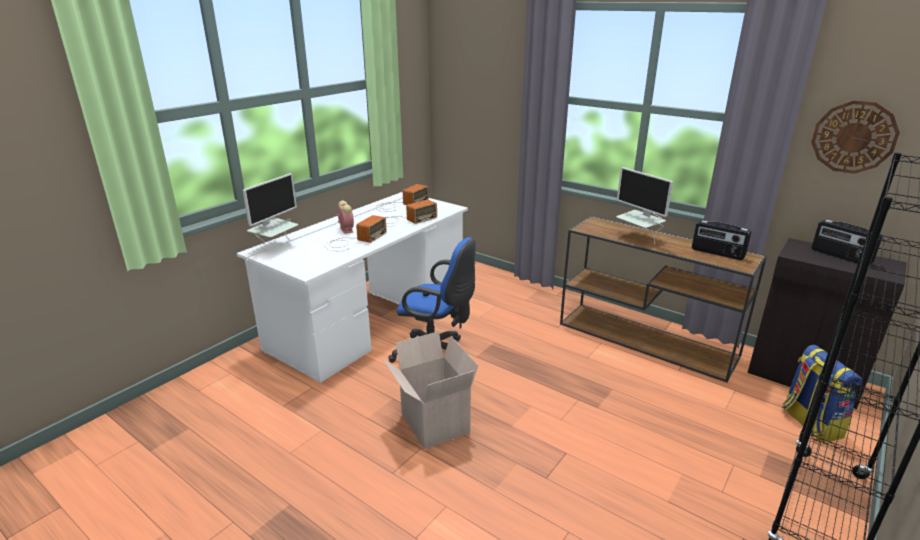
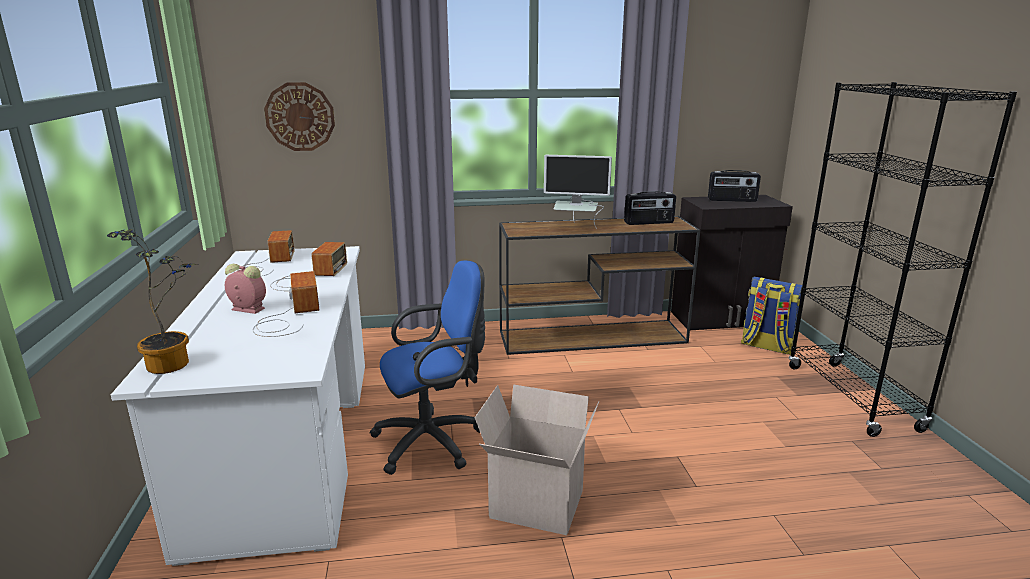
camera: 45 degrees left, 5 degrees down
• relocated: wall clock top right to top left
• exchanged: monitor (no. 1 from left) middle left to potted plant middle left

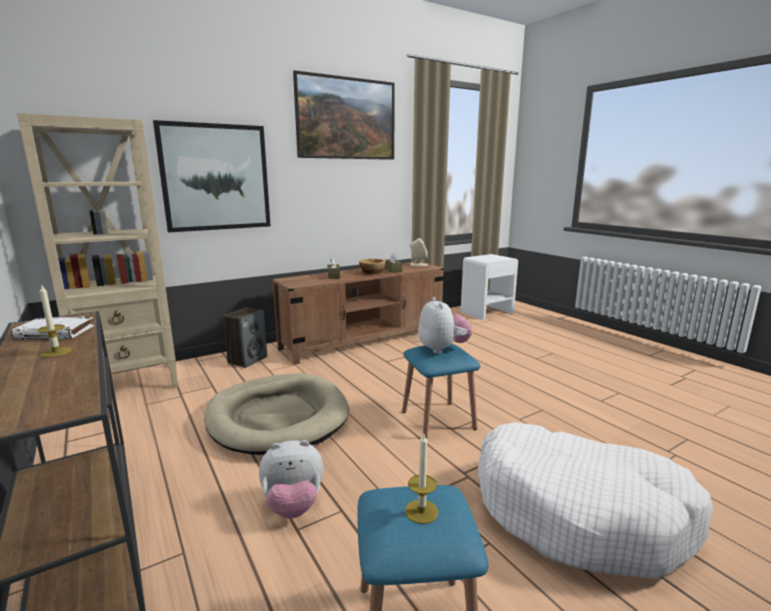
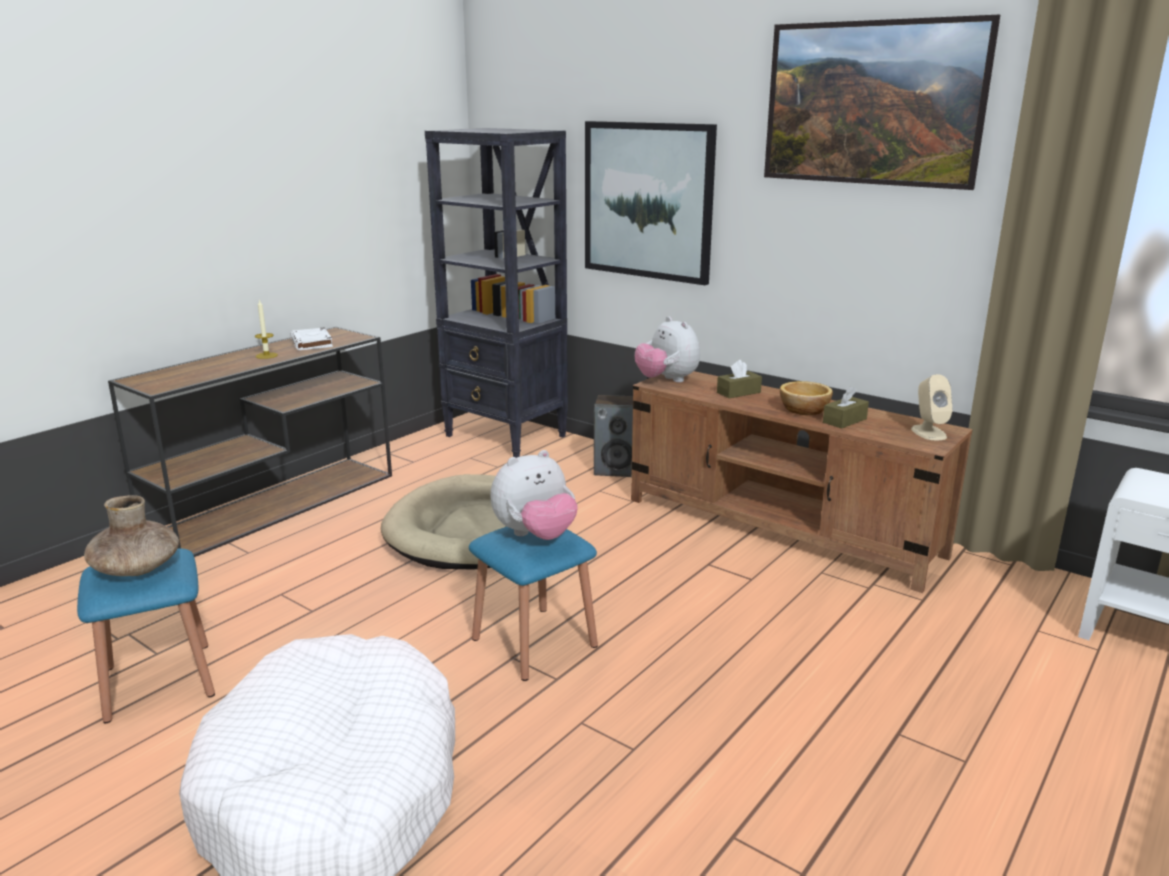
camera: 70 degrees right, 5 degrees up
• relocated: plush toy (no. 1 from left in the first image) bottom centre to plush toy (no. 2 from left) centre
• exchanged: candle (no. 2 from left) bottom centre to brown vase middle left
• colour: beige bookcase middle left to black bookcase centre

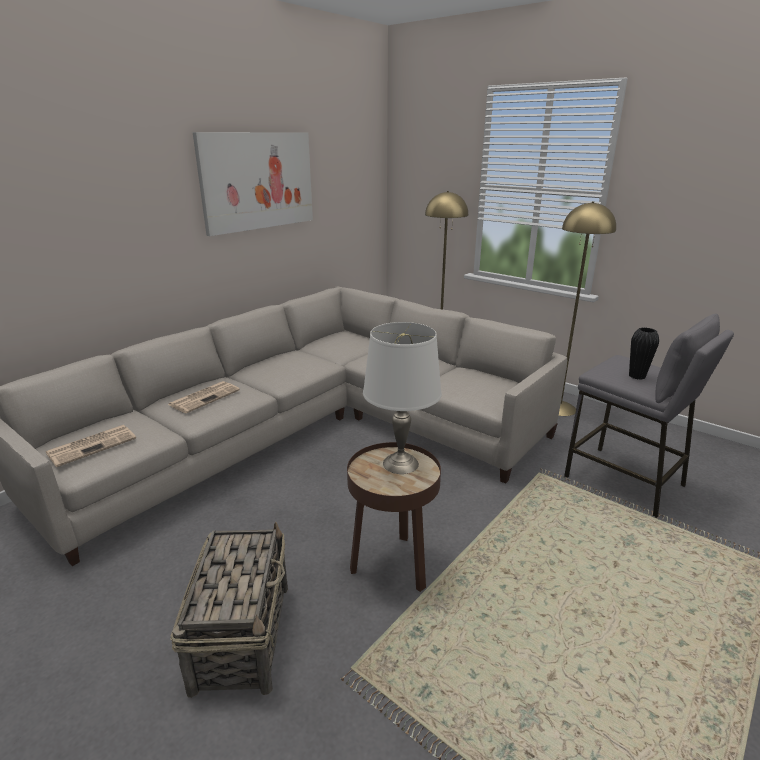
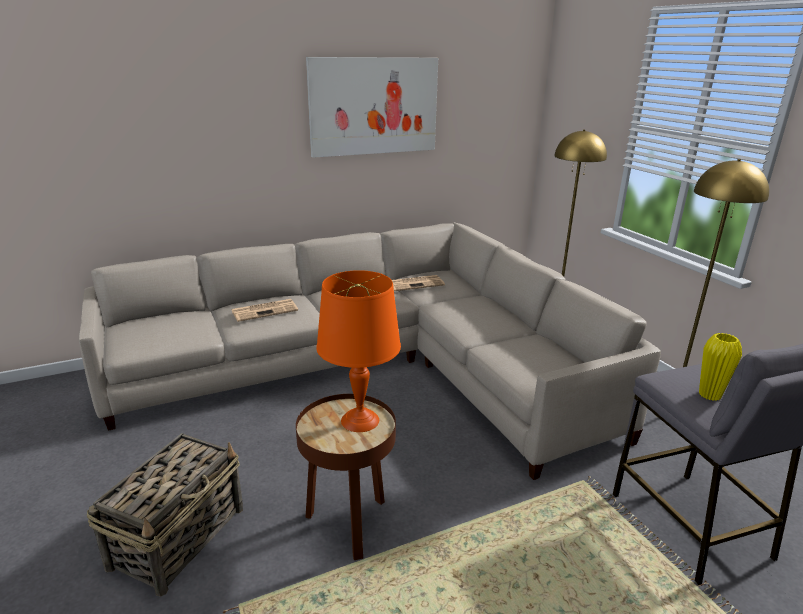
camera: 25 degrees right, 0 degrees up
• relocated: newspaper (no. 1 from left in the first image) middle left to newspaper (no. 2 from left) centre
• colour: white table lamp centre to orange table lamp centre
• colour: black vase middle right to yellow vase middle right

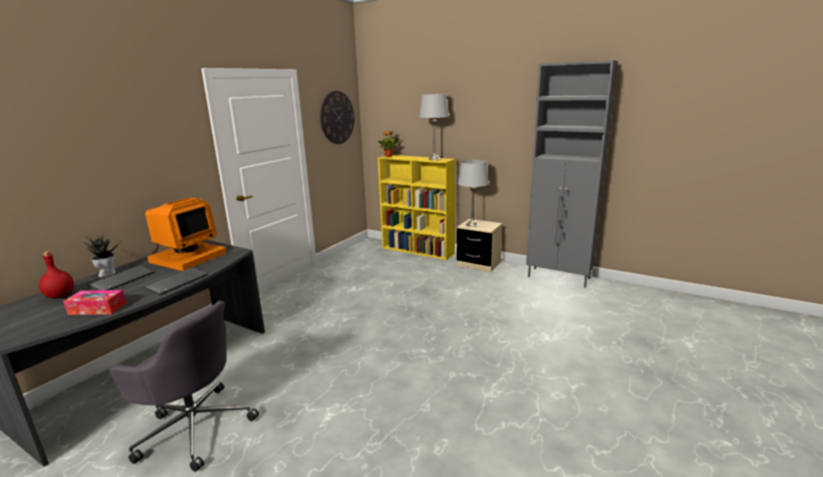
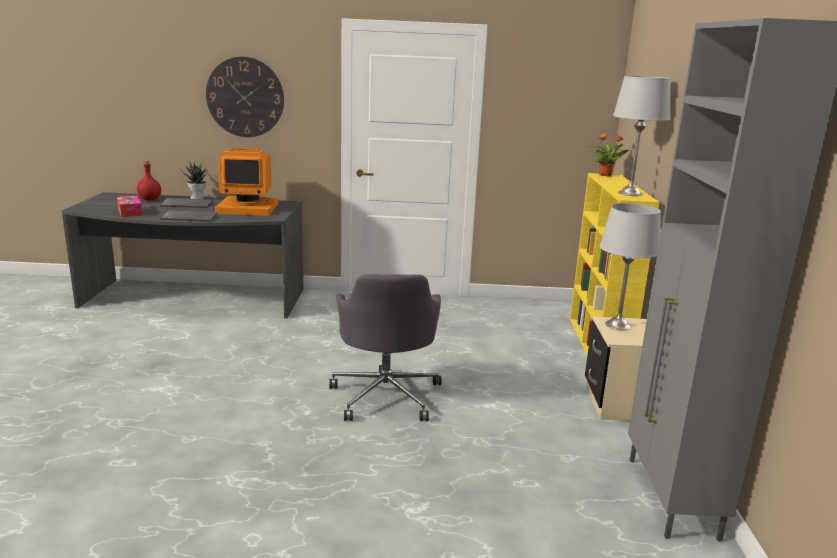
camera: 60 degrees right, 0 degrees up
• relocated: grey office chair bottom left to centre
• relocated: wall clock top centre to top left

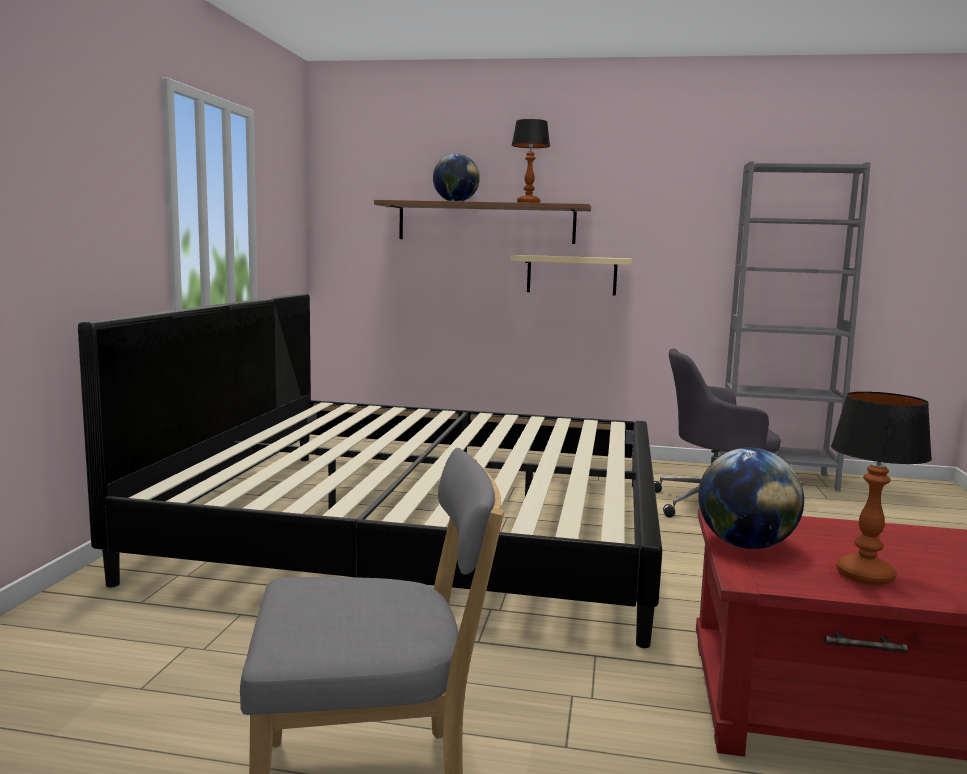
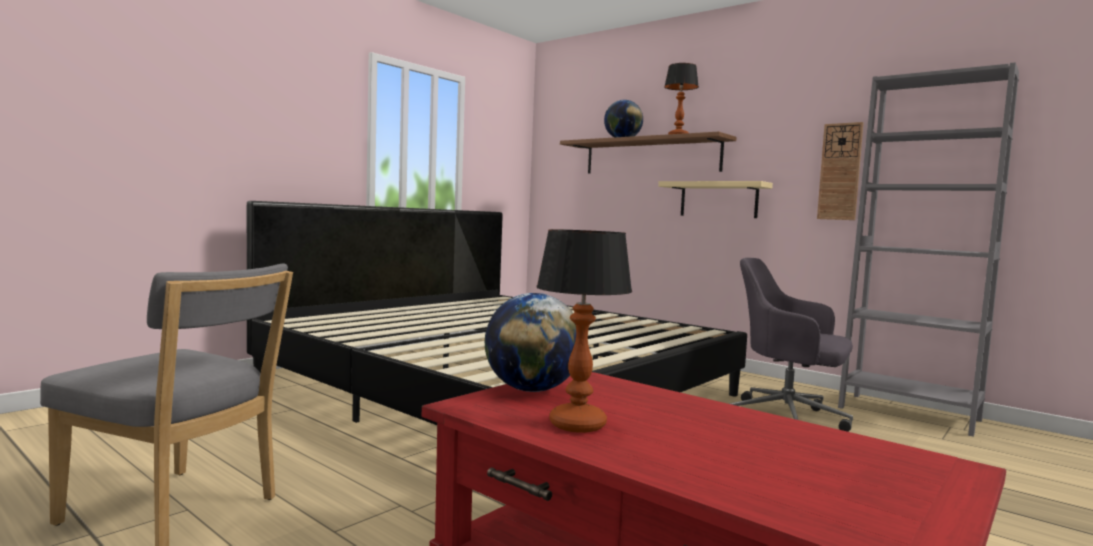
camera: 30 degrees right, 5 degrees down
• appeared: wall clock top right

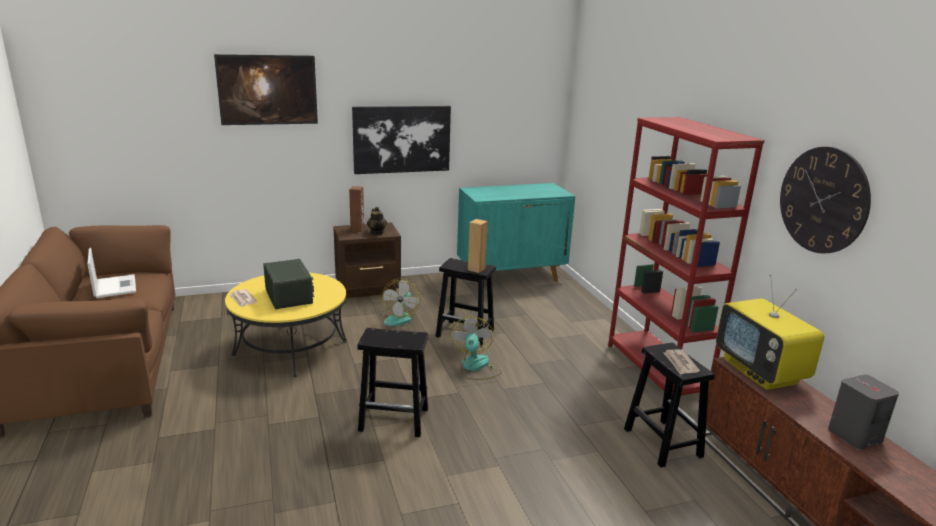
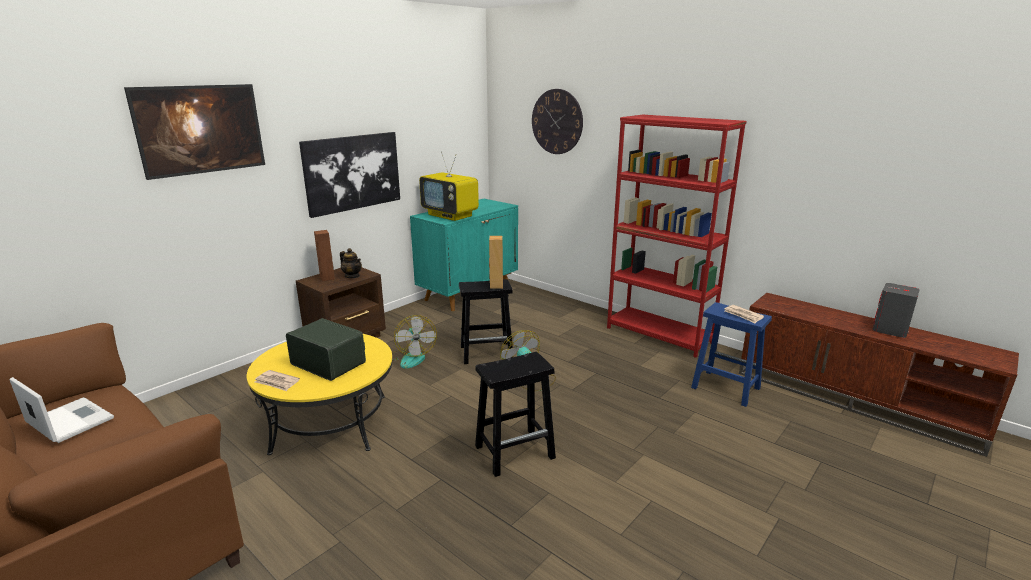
camera: 30 degrees left, 0 degrees up
• relocated: television middle right to top centre
• relocated: wall clock middle right to top centre
• colour: black stool (no. 3 from left) bottom right to blue stool middle right

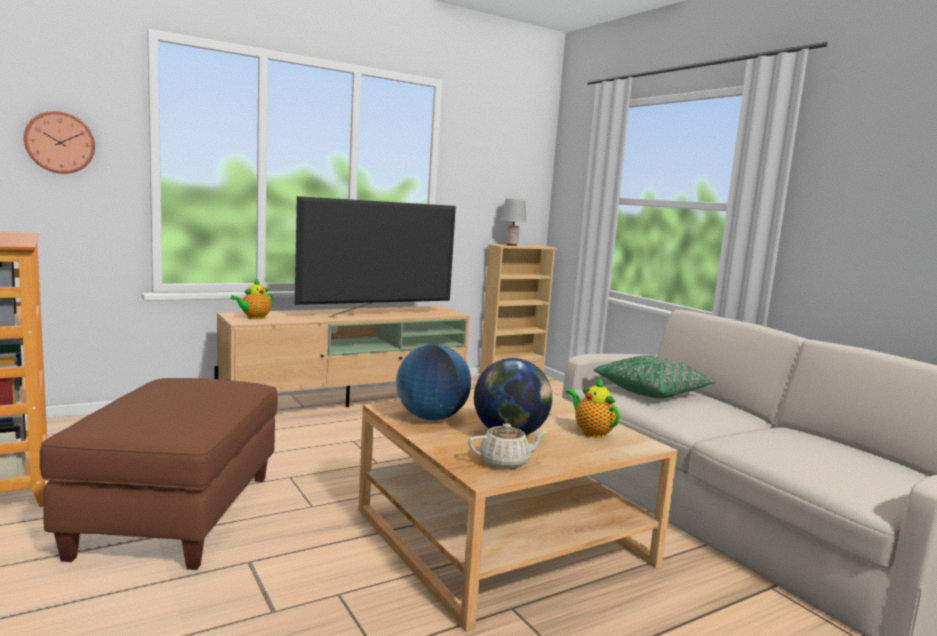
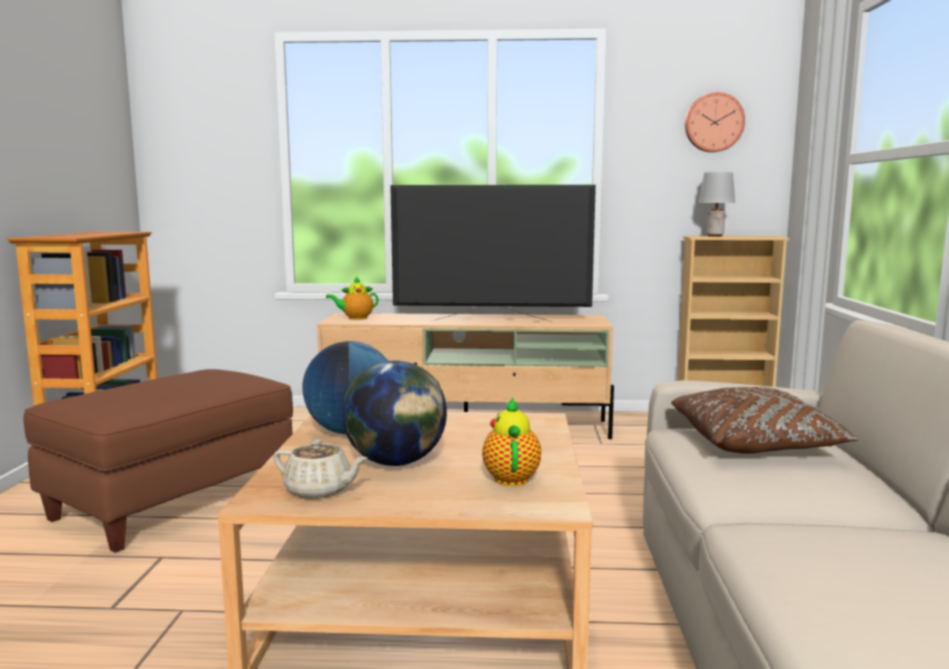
camera: 35 degrees right, 0 degrees up
• relocated: wall clock top left to top right
• colour: green pillow middle right to brown pillow middle right

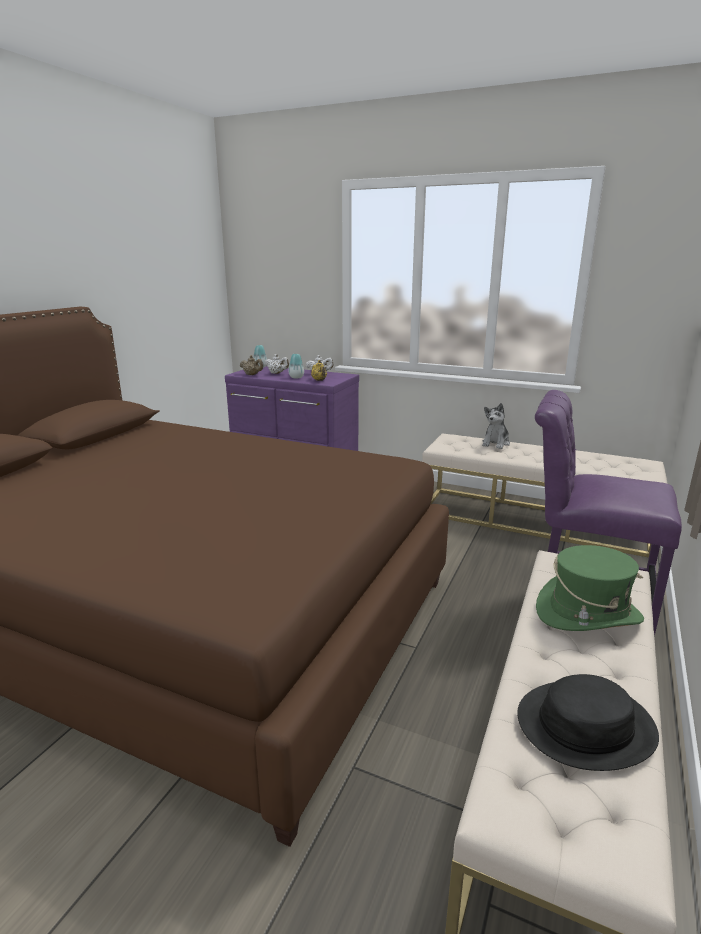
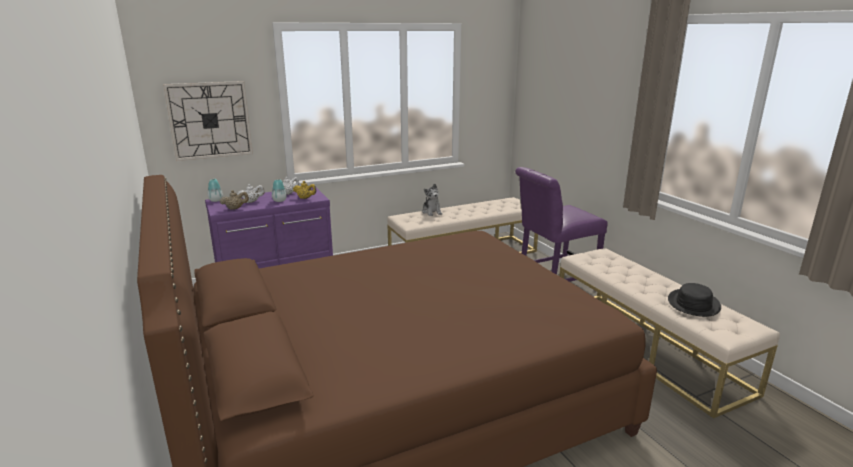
camera: 50 degrees left, 0 degrees up
• missing: green hat middle right
• appeared: wall clock top left

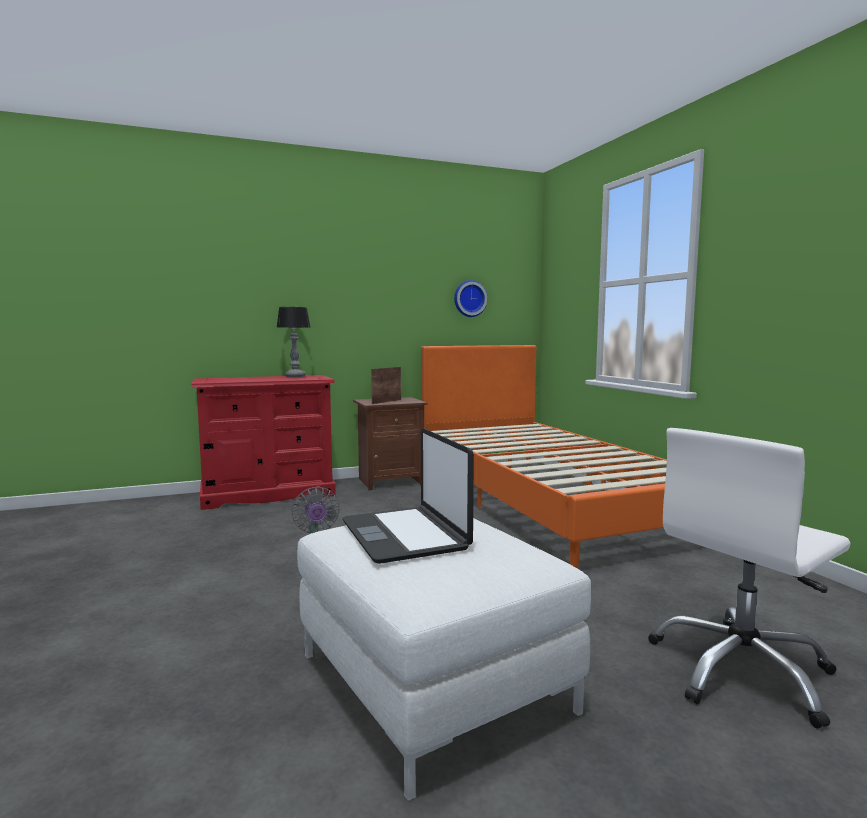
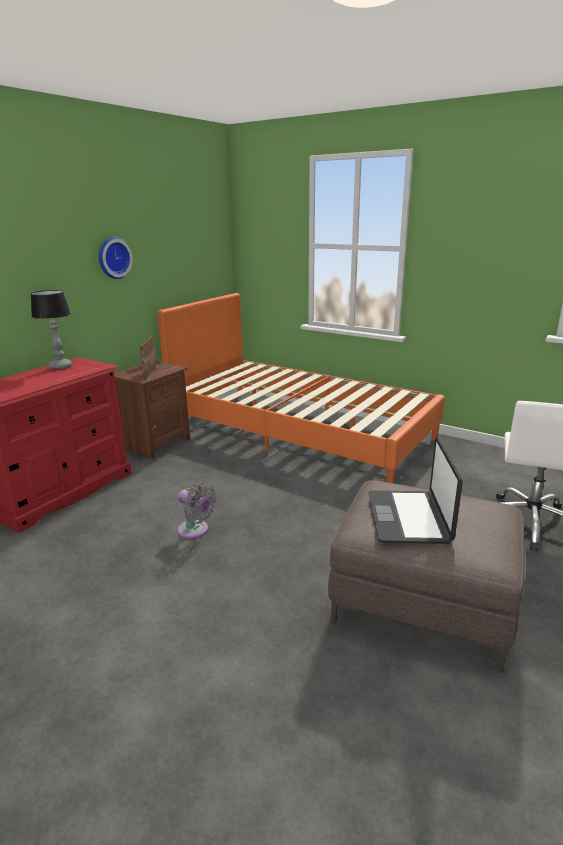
camera: 35 degrees left, 15 degrees up
• relocated: wall clock centre to top left
• colour: white ottoman bottom centre to brown ottoman bottom right
• spun: laptop centre = middle right 60 degrees clockwise

